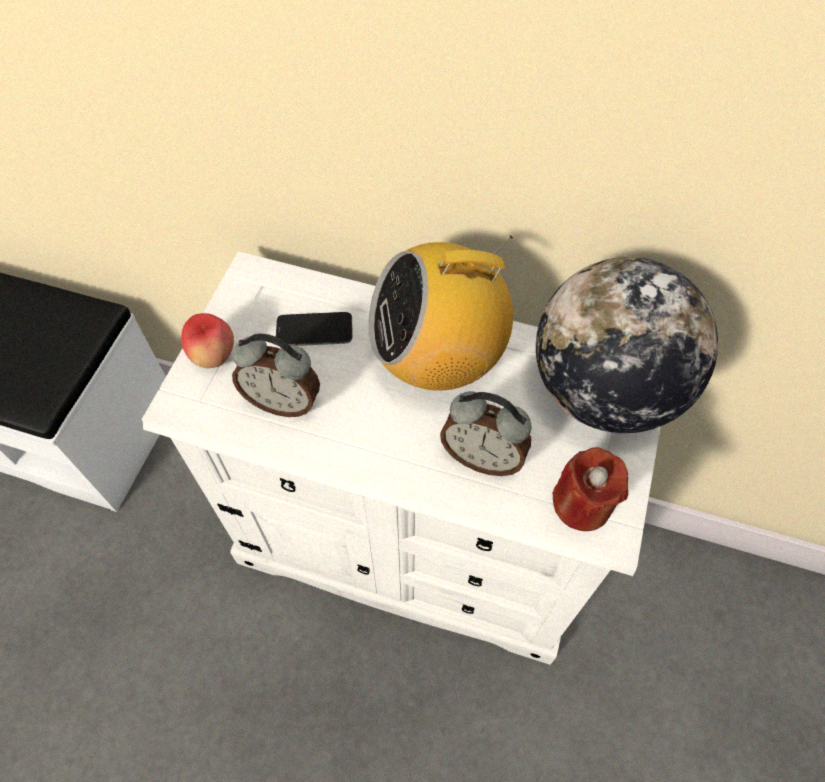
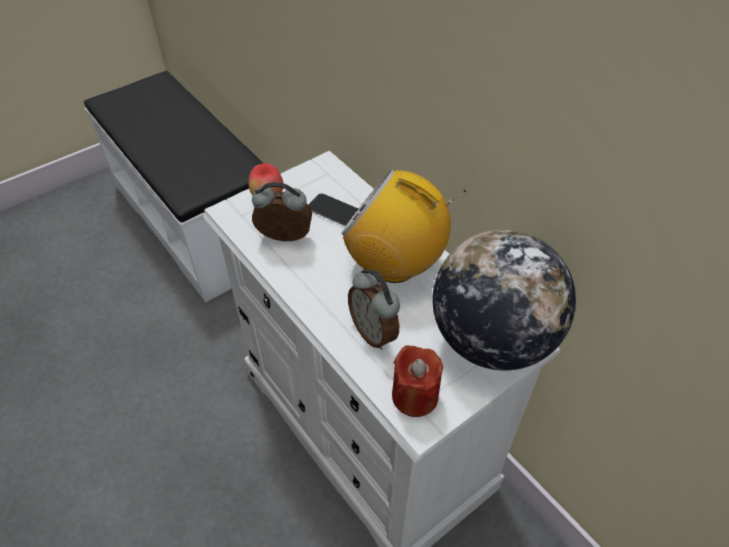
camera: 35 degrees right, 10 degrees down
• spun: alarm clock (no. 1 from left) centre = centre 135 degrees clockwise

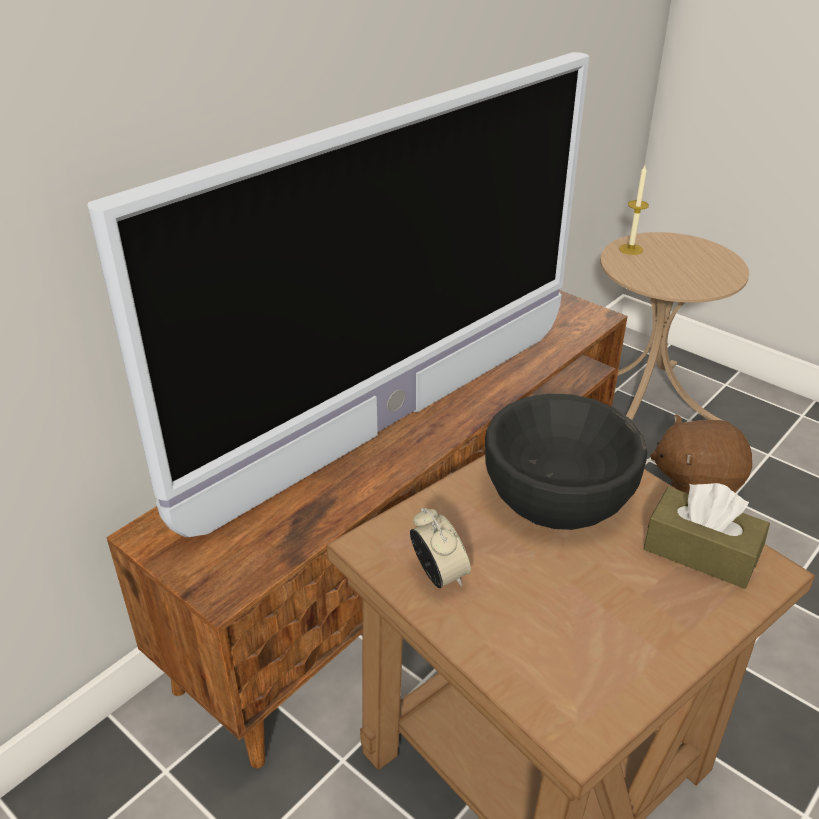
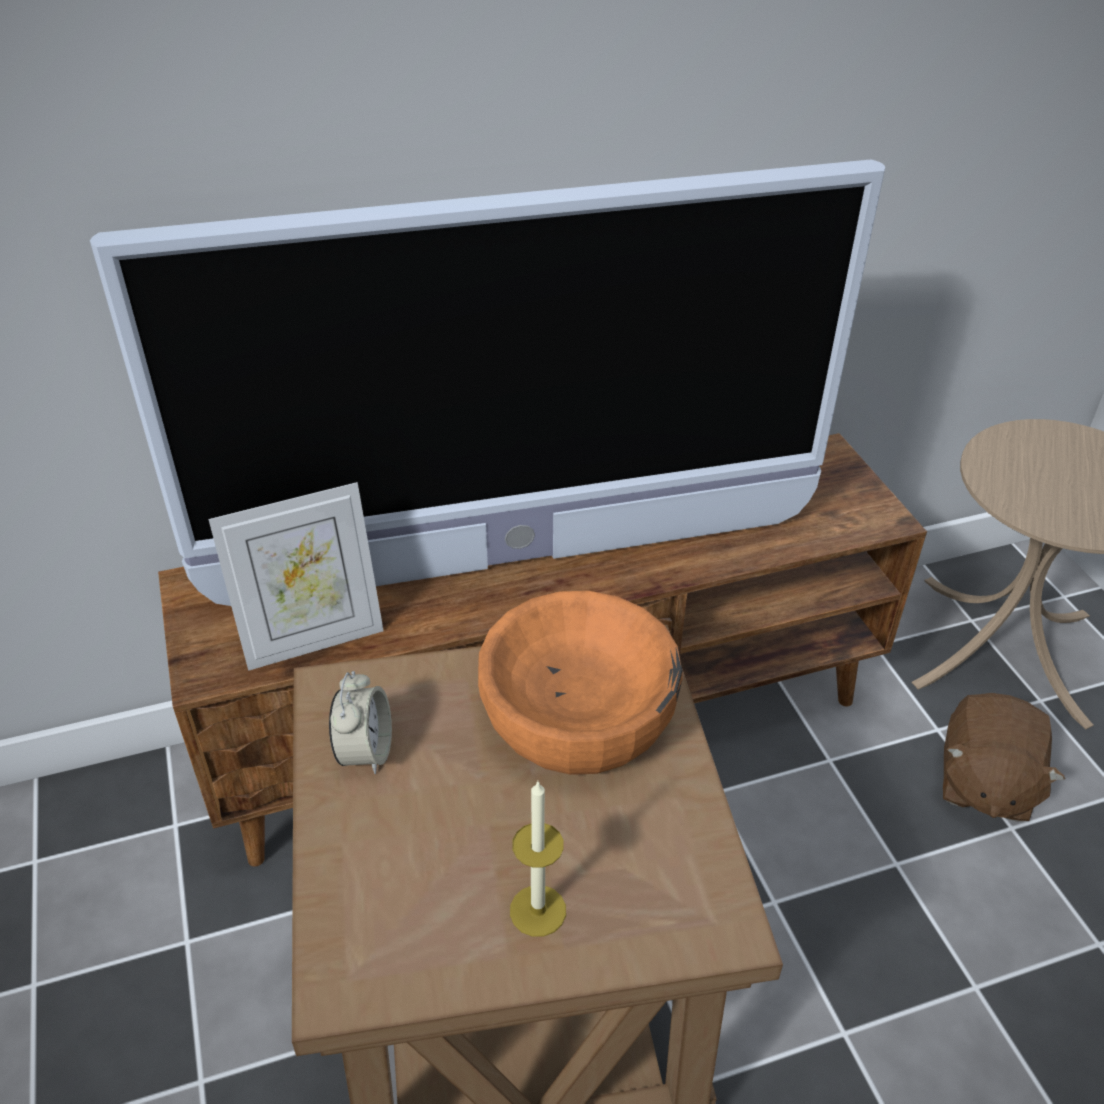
camera: 30 degrees right, 5 degrees up
• missing: brown tissue box middle right
• appeared: picture frame middle left
• relocated: candle top right to bottom centre
• colour: black bowl middle right to orange bowl centre
• spun: brown plush toy middle right = bottom right 105 degrees counterclockwise

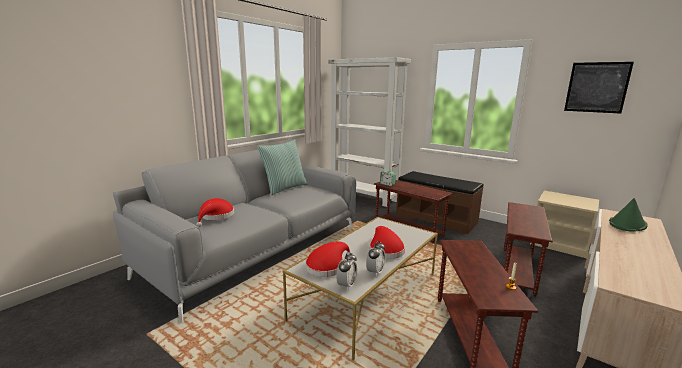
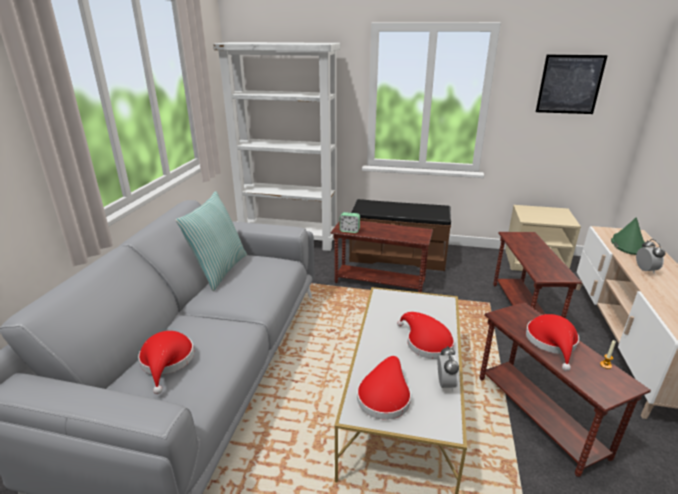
camera: 25 degrees left, 10 degrees up
• appeared: red hat (no. 4 from left) bottom right
• relocated: alarm clock (no. 1 from left in the first image) bottom centre to alarm clock (no. 3 from left) middle right

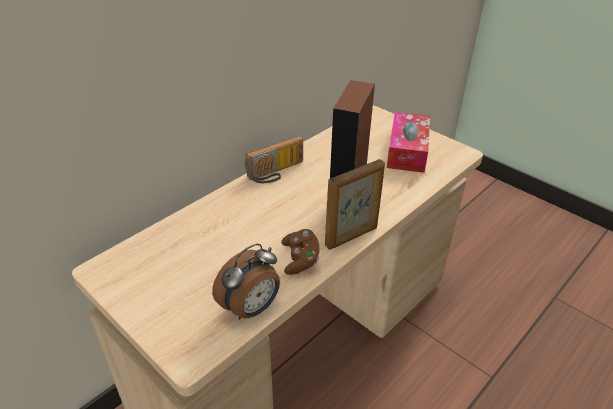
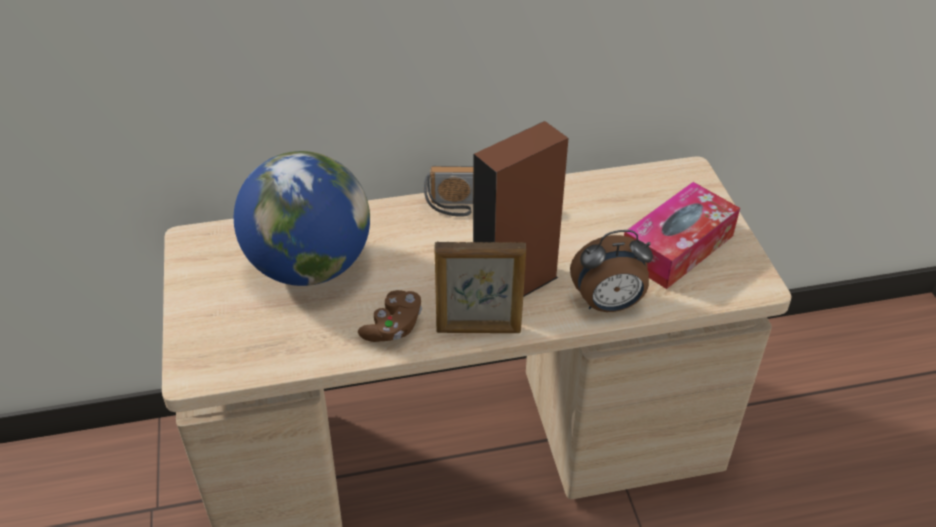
camera: 35 degrees right, 5 degrees up
• appeared: globe middle left
• relocated: alarm clock bottom centre to centre

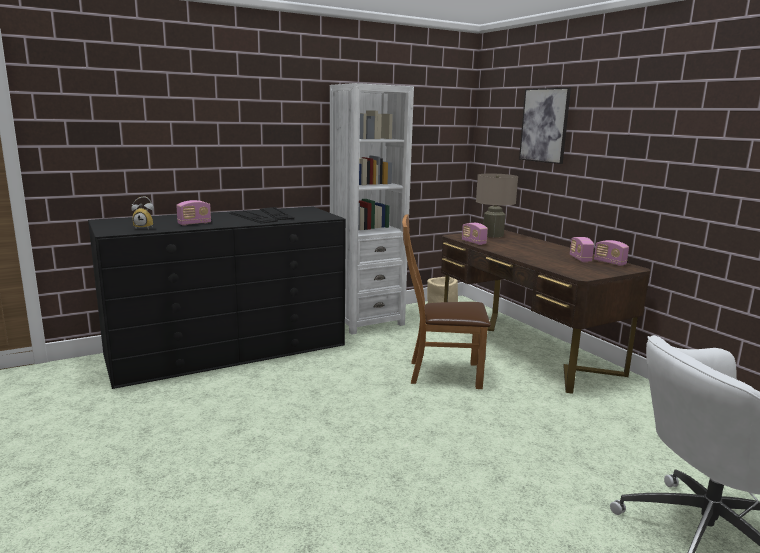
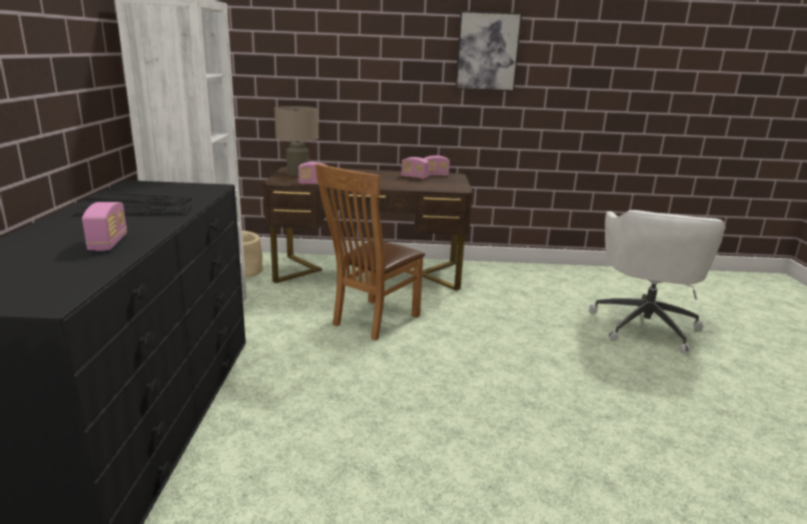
camera: 60 degrees left, 5 degrees up
• missing: alarm clock middle left
• relocated: picture top right to top centre

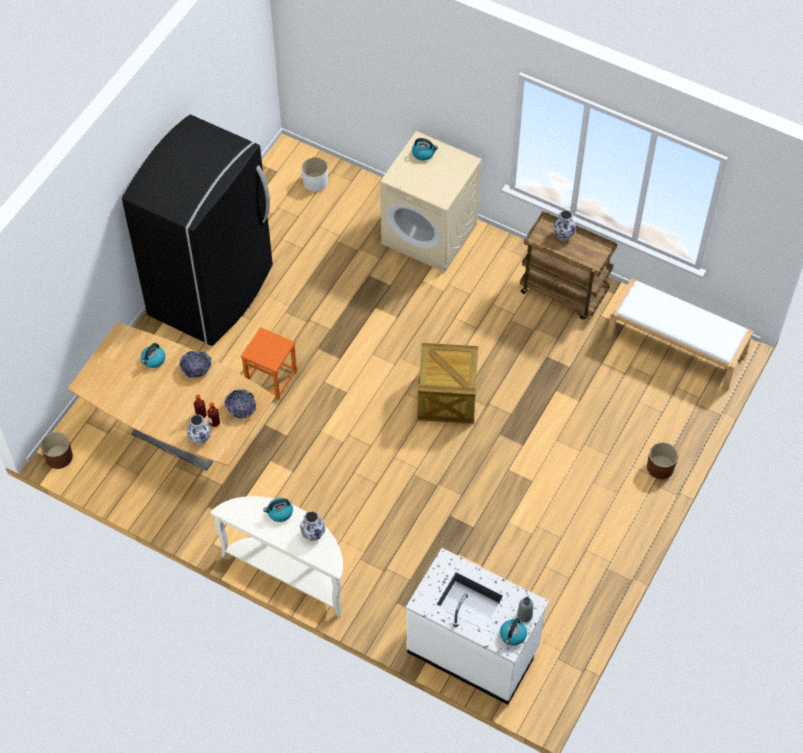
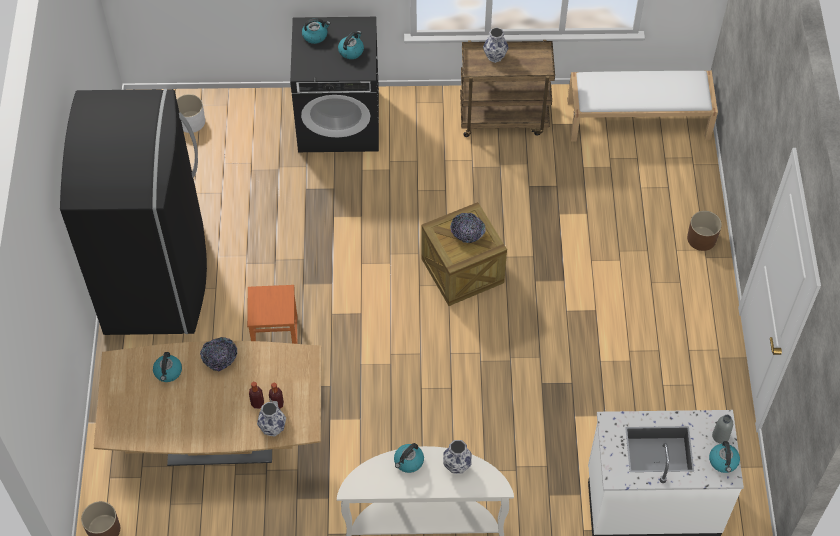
camera: 30 degrees left, 0 degrees up
• appeared: kettle (no. 3 from left) top centre
• relocated: bowl (no. 2 from left) middle left to centre
• colour: beige washing machine top centre to black washing machine top centre

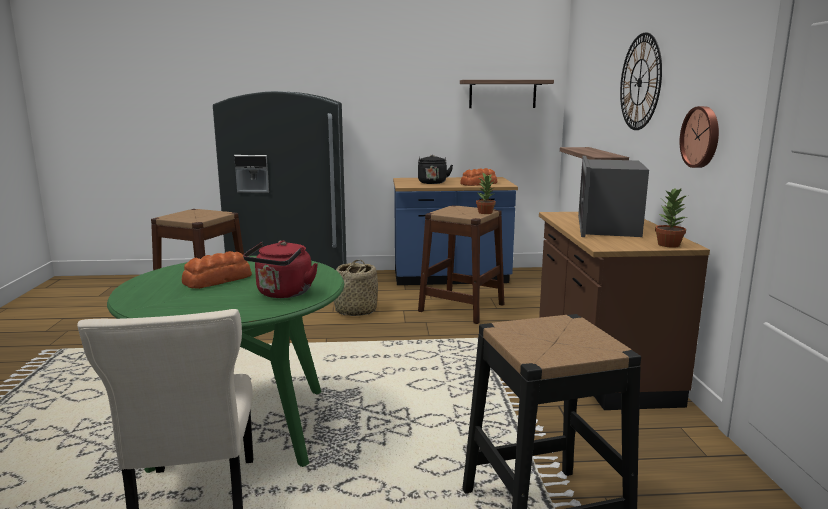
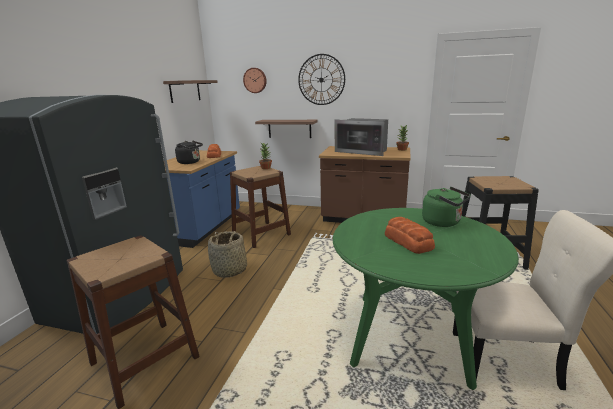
camera: 70 degrees left, 5 degrees up
• relocated: wall clock (no. 2 from left in the first image) top right to wall clock (no. 1 from left) top centre
• colour: red kettle centre to green kettle middle right

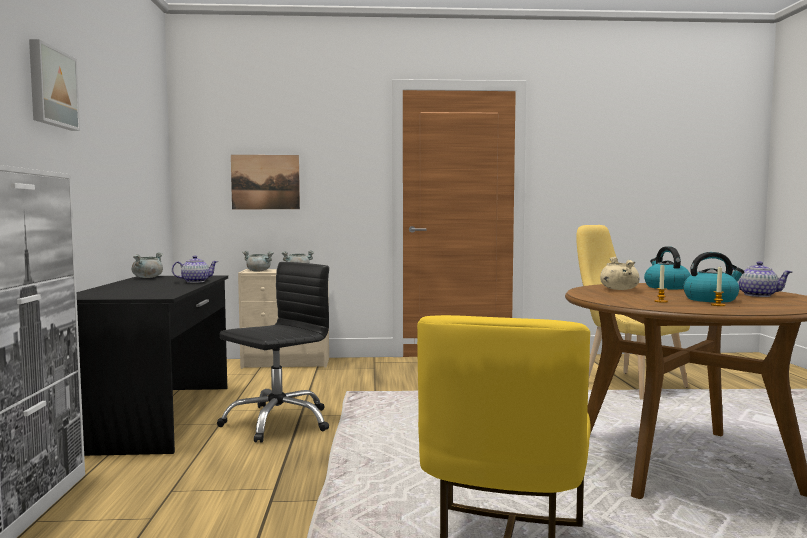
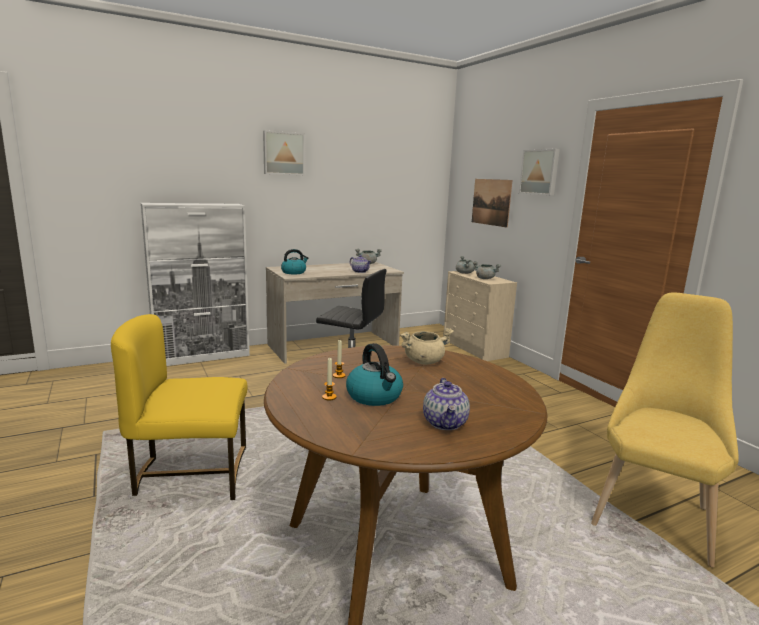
camera: 65 degrees right, 10 degrees up
• appeared: picture (no. 3 from left) top right
• relocated: kettle (no. 1 from left) middle right to centre
• colour: black desk bottom left to beige desk centre

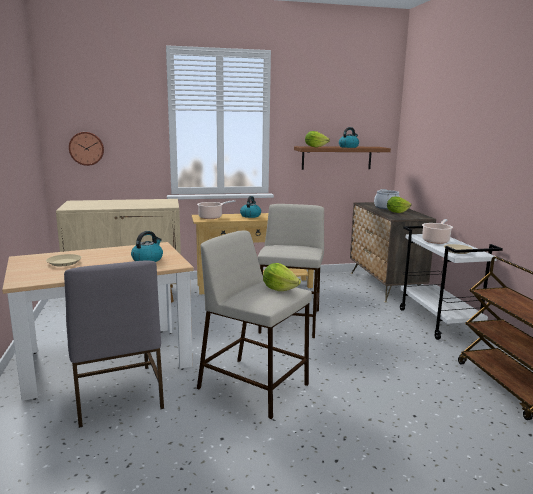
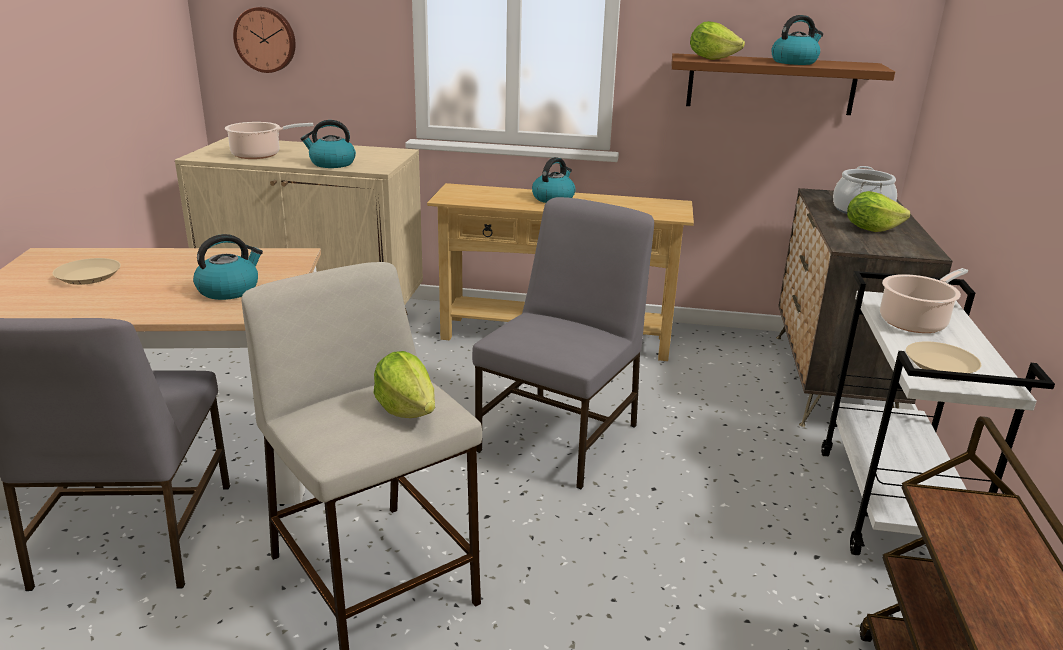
camera: 20 degrees right, 10 degrees up
• appeared: kettle (no. 2 from left) top left
• relocated: cooking pot (no. 1 from left) centre to top left
• exchanged: beige stool (no. 2 from left) centre to grey chair (no. 2 from left) centre

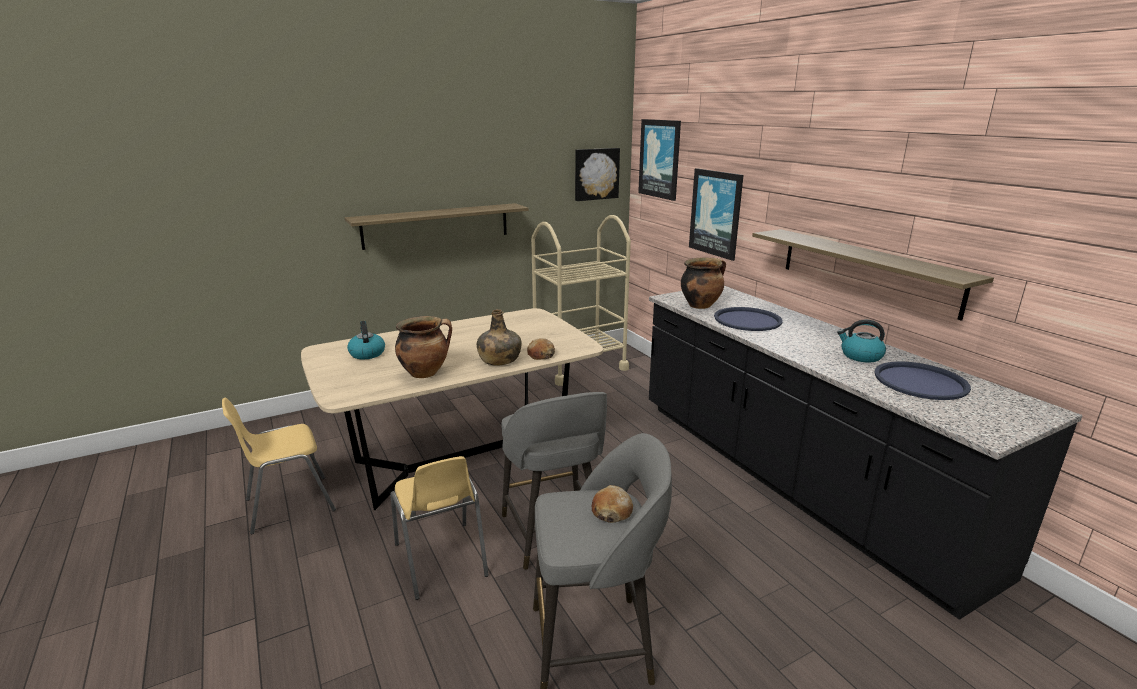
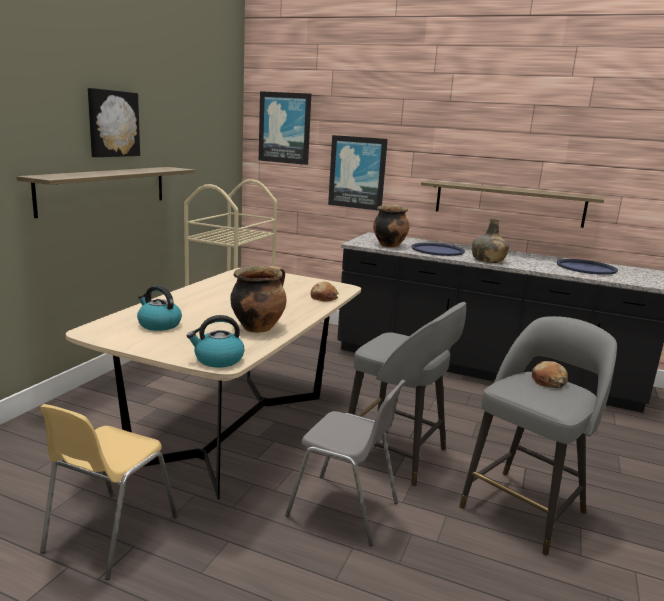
camera: 40 degrees left, 5 degrees down
• relocated: green bottle centre to middle right
• relocated: picture (no. 1 from left) top centre to top left
• relocated: kettle (no. 2 from left) middle right to middle left
• colour: yellow chair (no. 2 from left) bottom centre to grey chair bottom centre

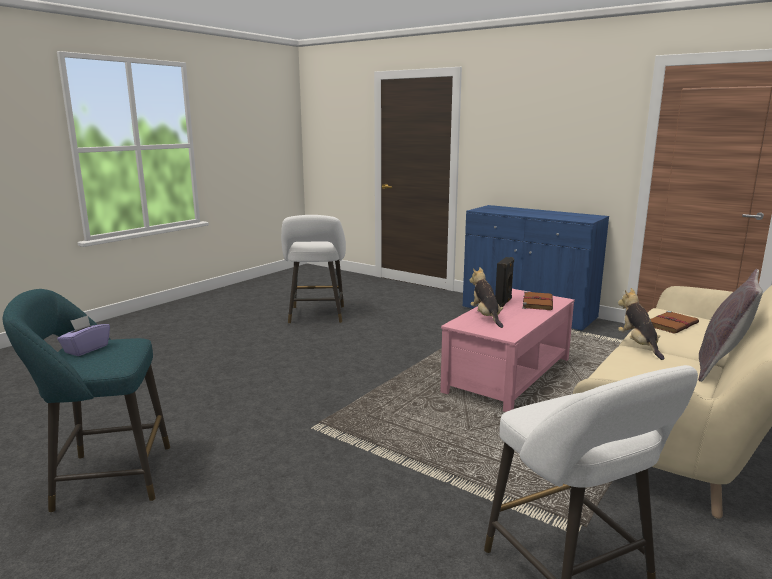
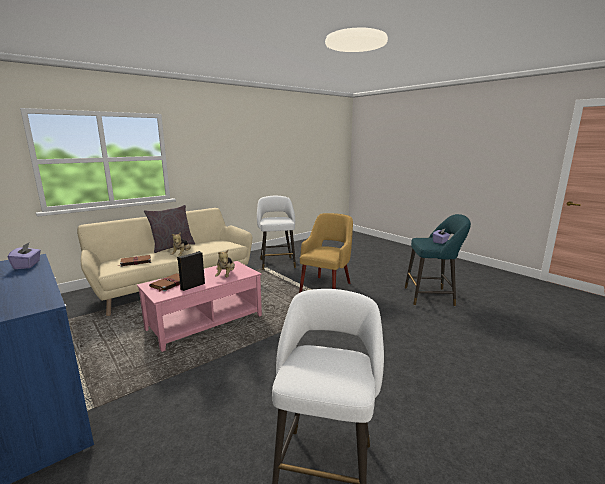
camera: 165 degrees left, 0 degrees up
• appeared: purple tissue box (no. 1 from left) middle left
• appeared: yellow armchair centre

